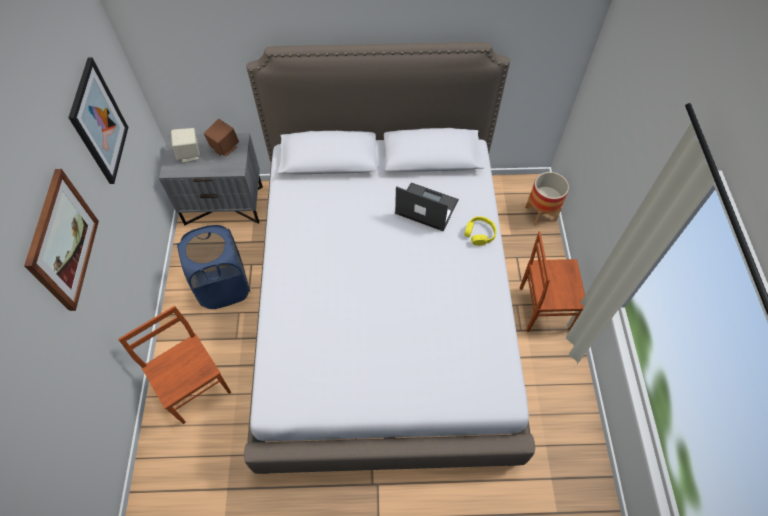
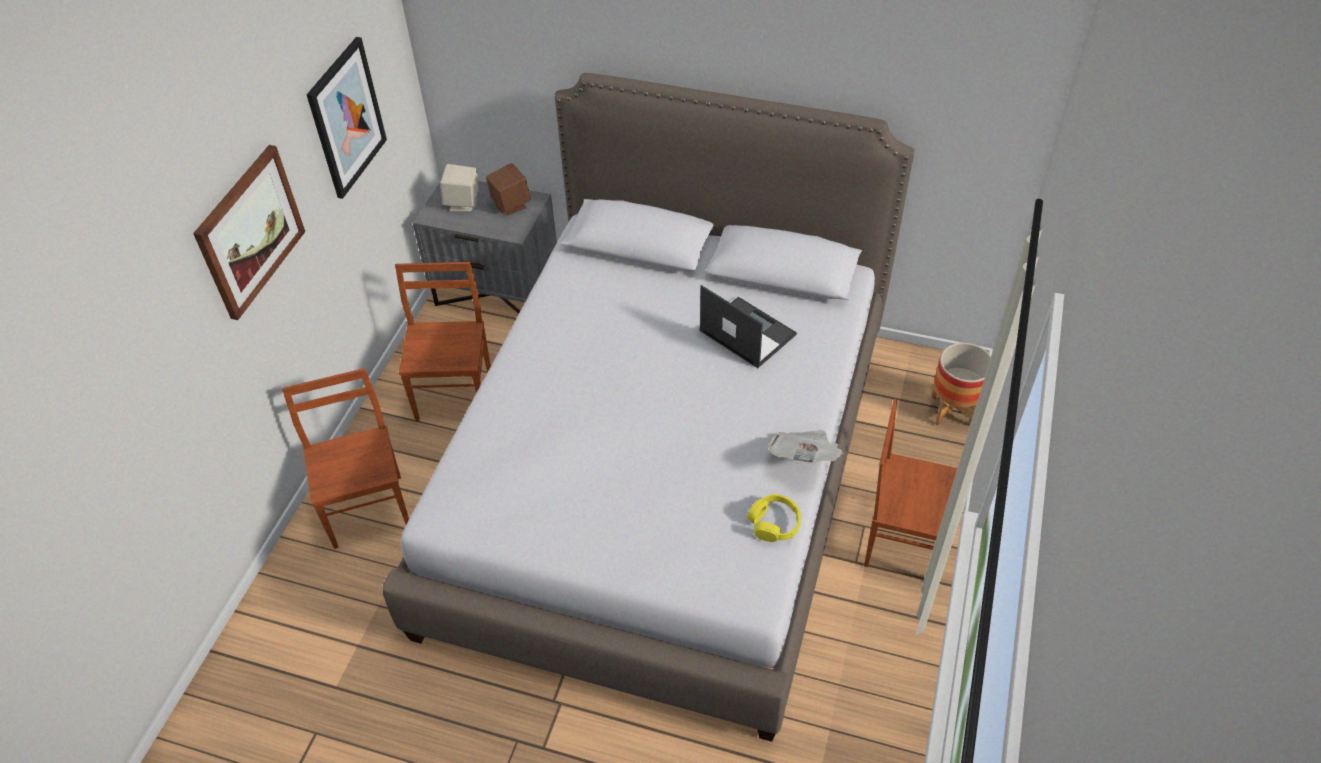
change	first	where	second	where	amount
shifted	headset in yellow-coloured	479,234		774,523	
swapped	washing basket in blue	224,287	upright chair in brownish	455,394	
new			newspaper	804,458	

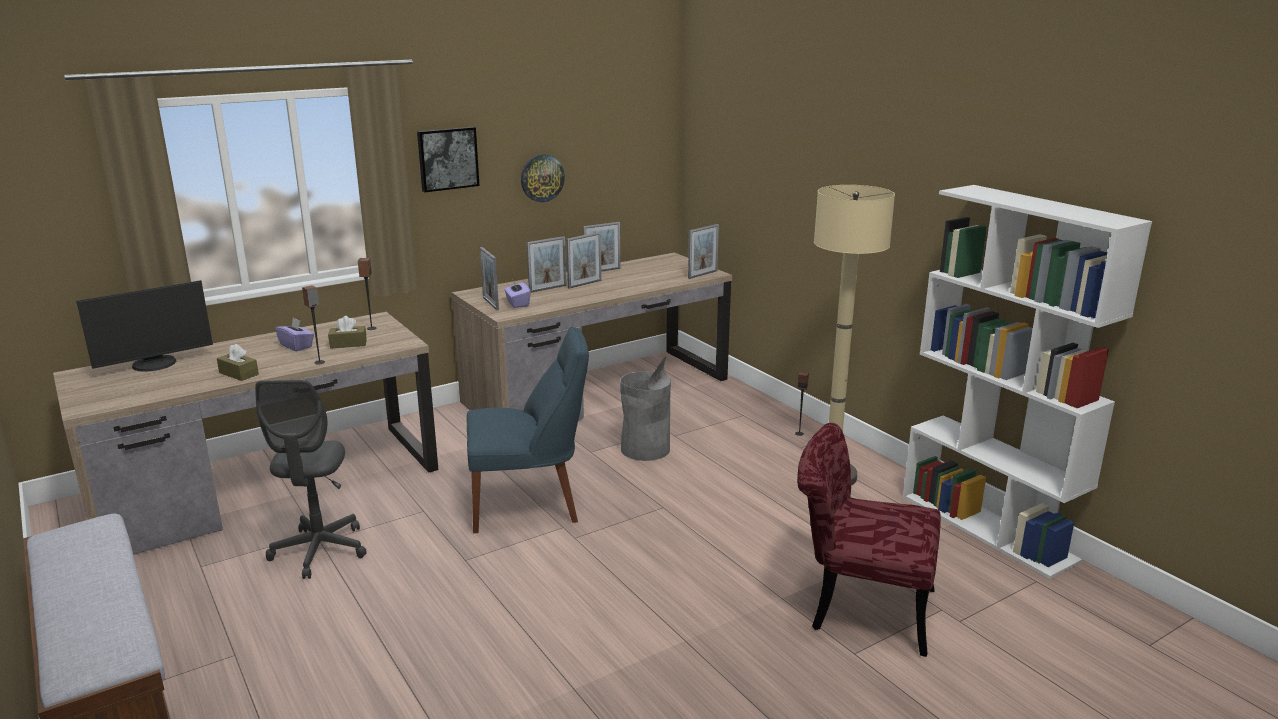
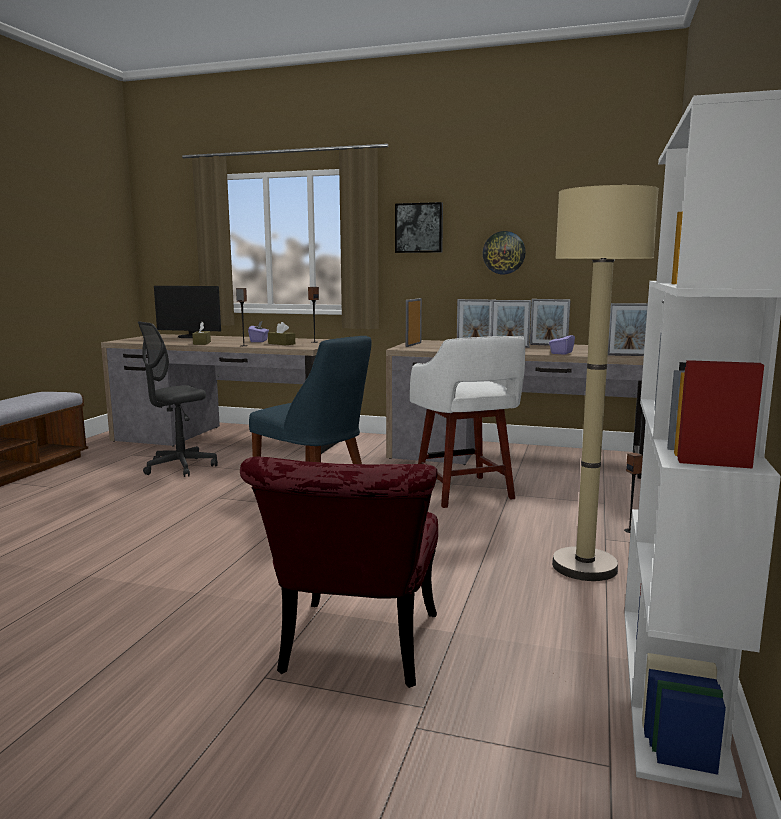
change	first	where	second	where	amount
shifted	tissue holder in purple	517,303		561,353	
swapped	trash can in grey	645,449	stool seat in whitish	465,493	
rotated	upright chair in red	858,607		356,653	150 degrees counterclockwise

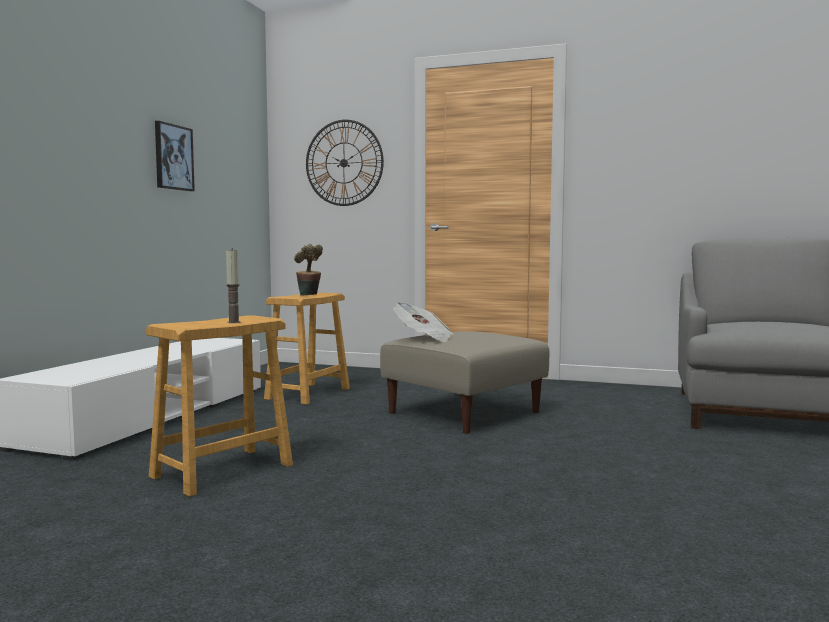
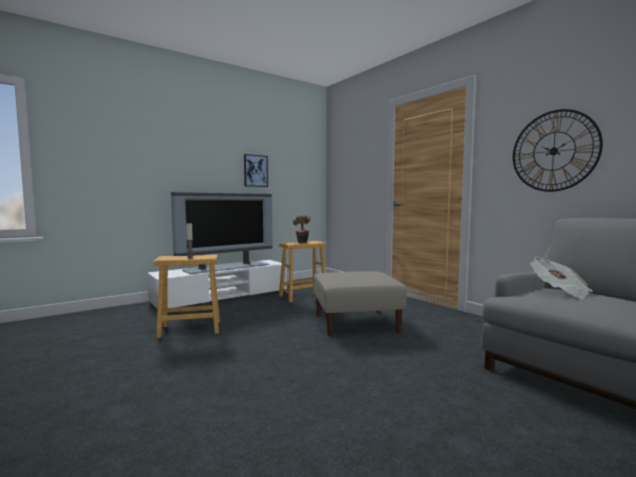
change	first	where	second	where	amount
shifted	clock on the wall	344,163		553,151	
shifted	newspaper	423,338		559,291	
new			television	226,267	

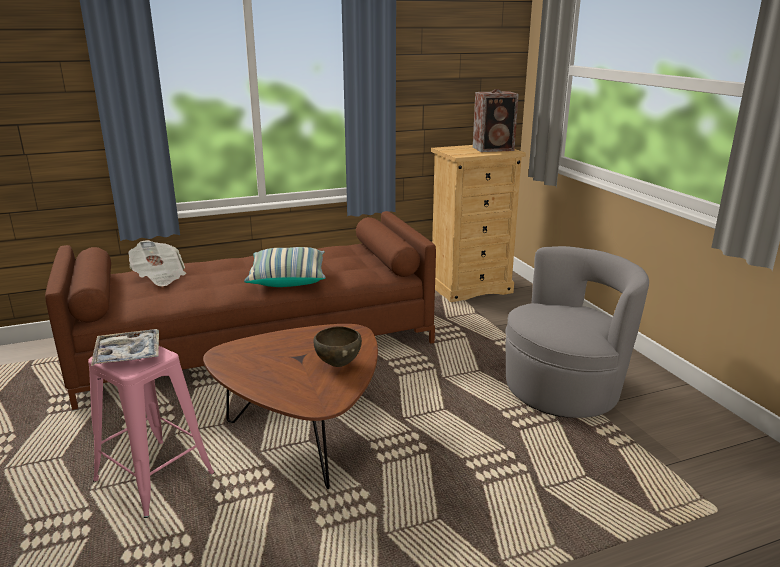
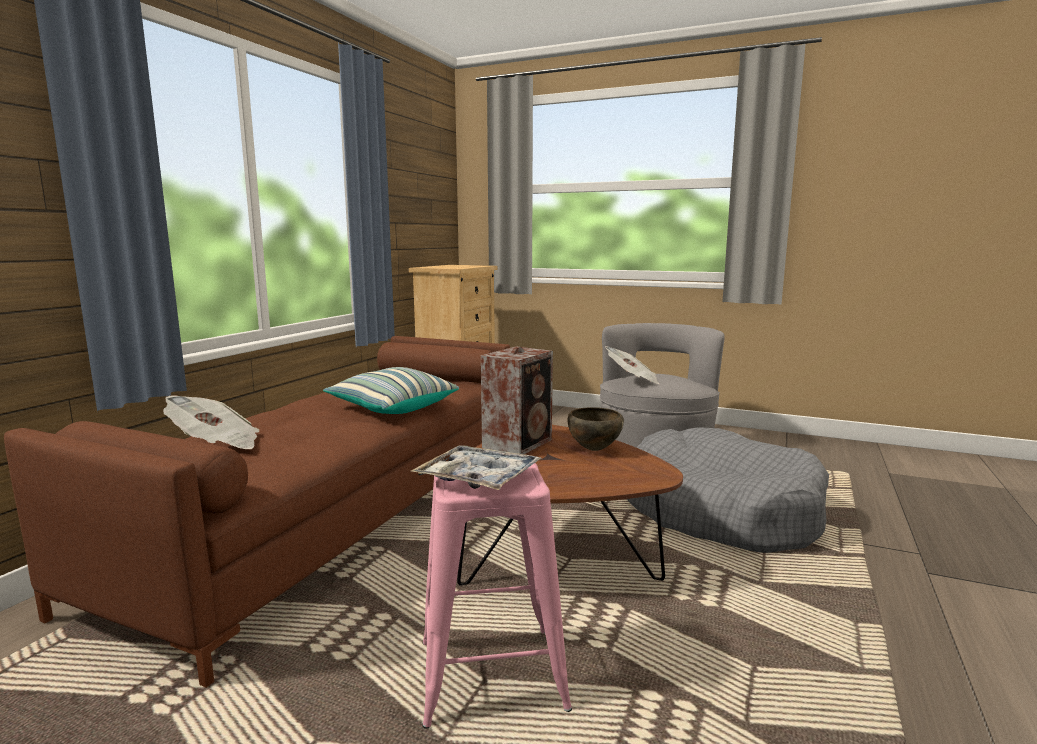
change	first	where	second	where	amount
shifted	audio speaker	494,149		519,443	
new			newspaper	632,380	
new			pet bed in grey	720,511	

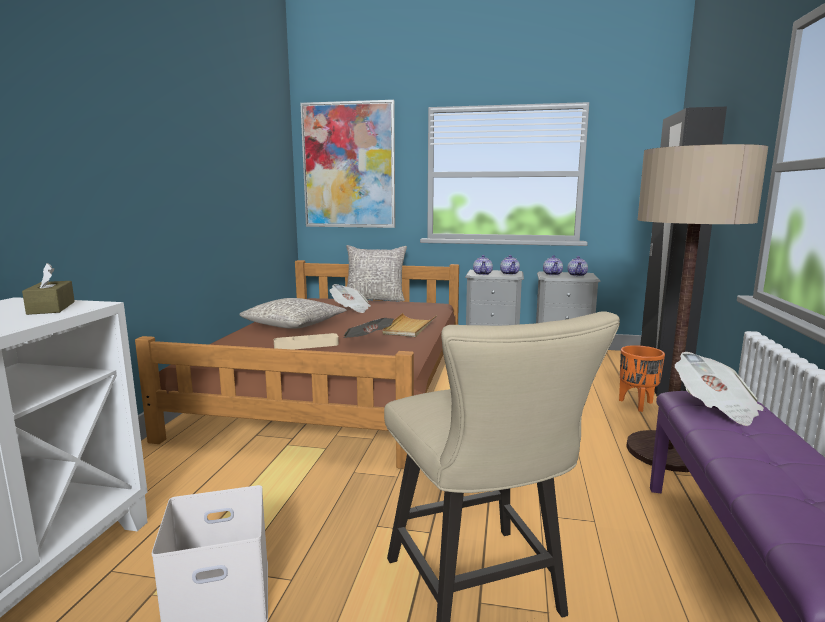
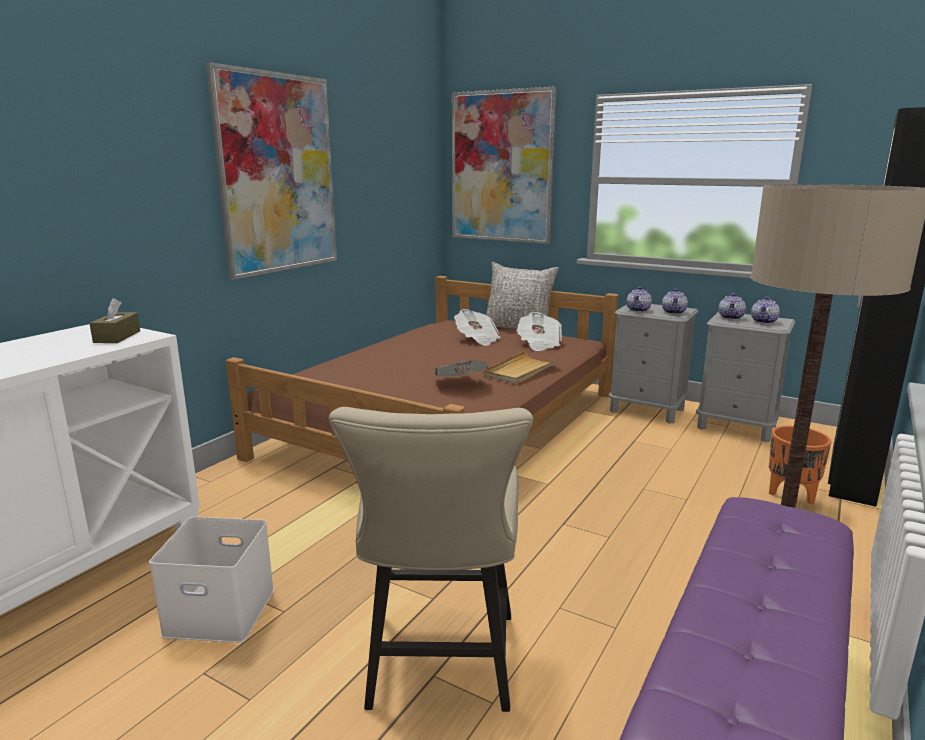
change	first	where	second	where	amount
gone	pillow in grey	294,325			
gone	carrying tray in sand-coloured	306,345			
shifted	newspaper	715,408		539,344	
new			wall picture	278,174	

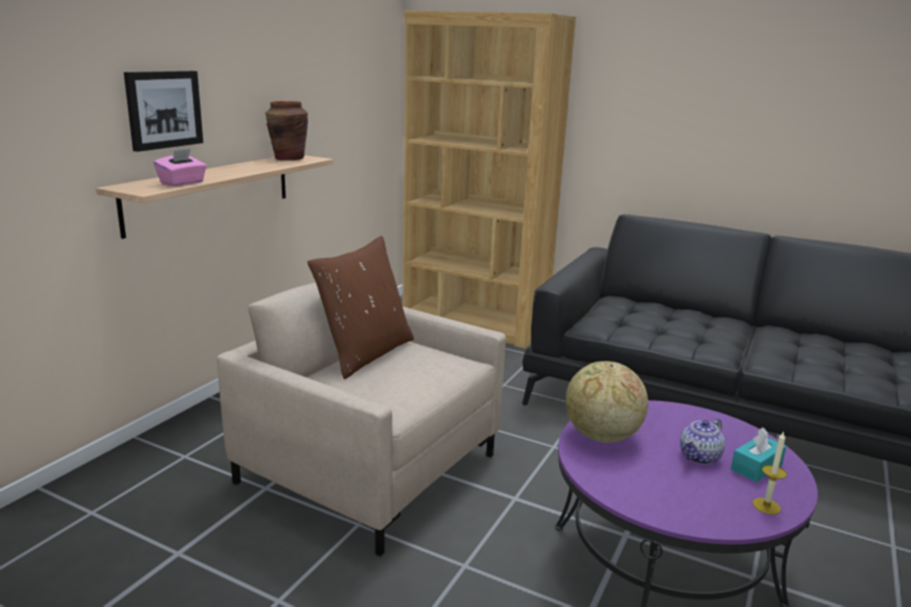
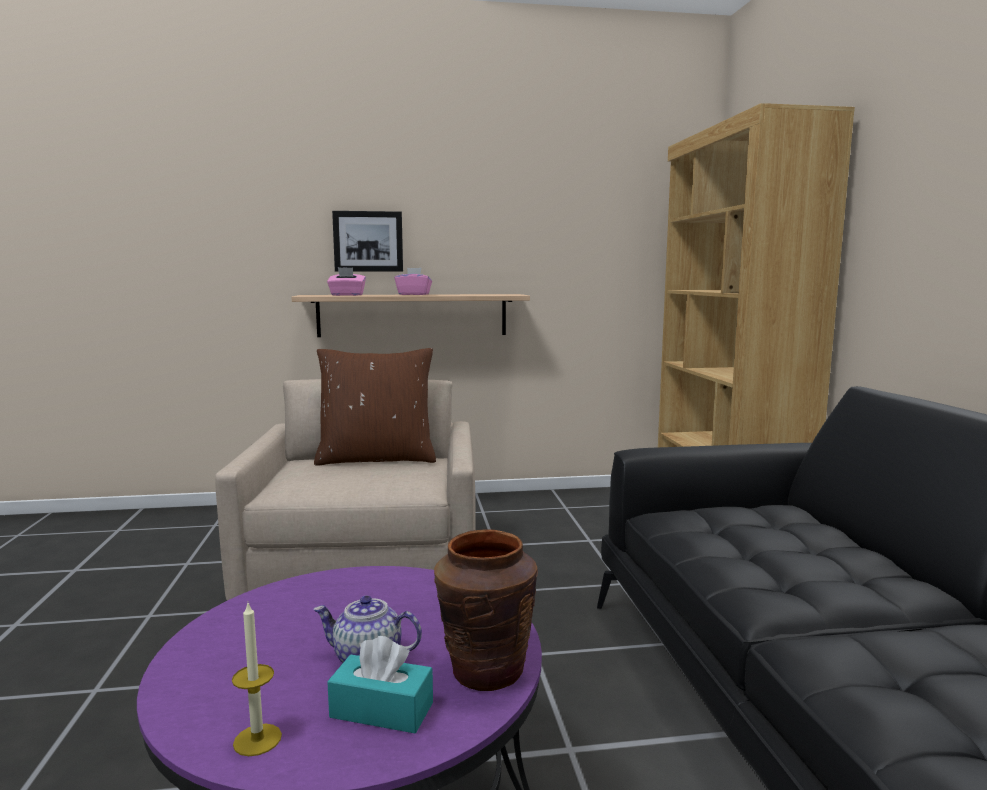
change	first	where	second	where	amount
shifted	flower vase in brownish	289,158		486,671	
gone	globe	601,436			
new			tissue holder in pink	414,294	

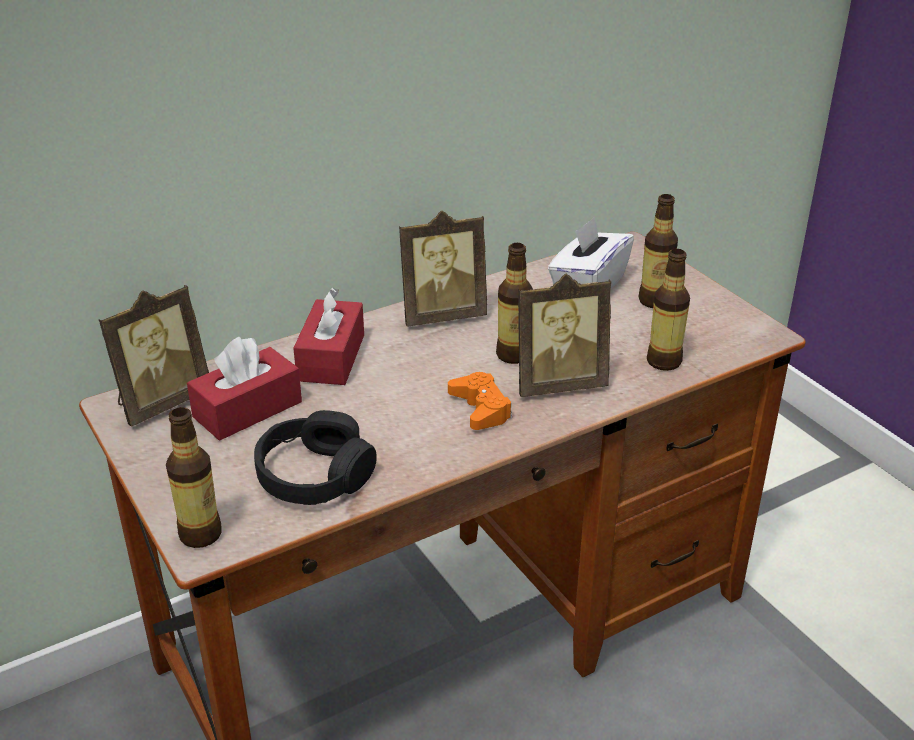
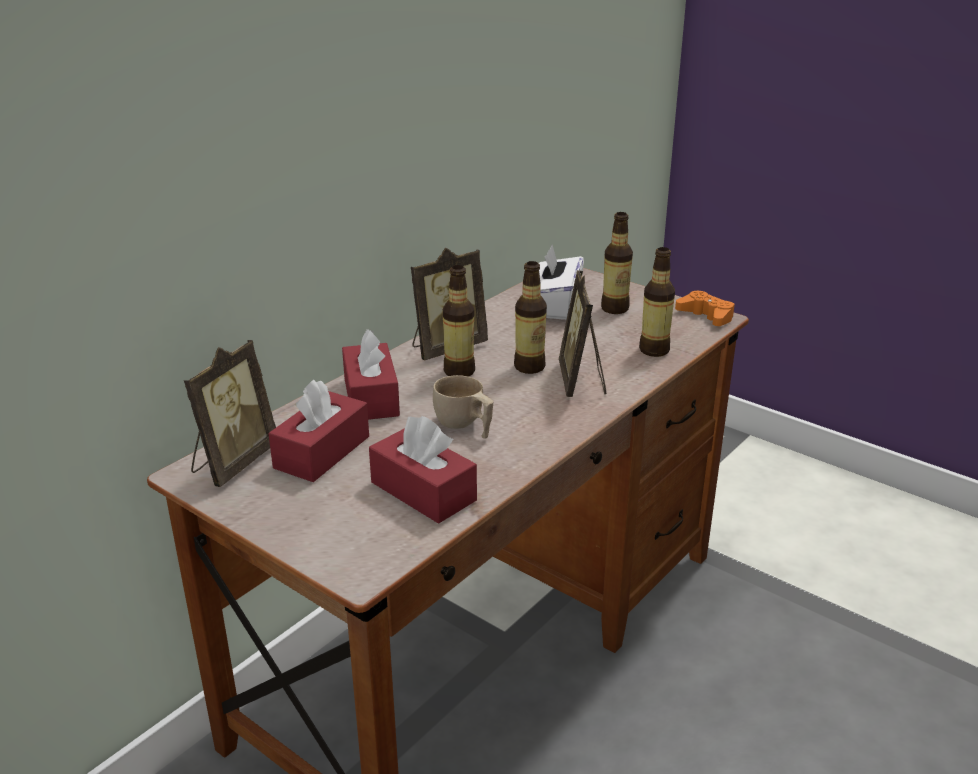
change	first	where	second	where	amount
rotated	photo frame	558,383		582,381	120 degrees clockwise
shifted	joypad in orangey	480,408		706,315	
shifted	bottle	200,534		459,371	
swapped	headset in black	315,475	tissue holder in red	423,491	
new			small cup in sand-coloured	464,426	

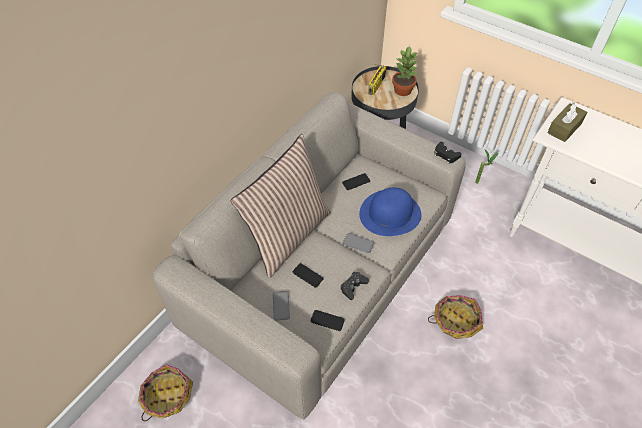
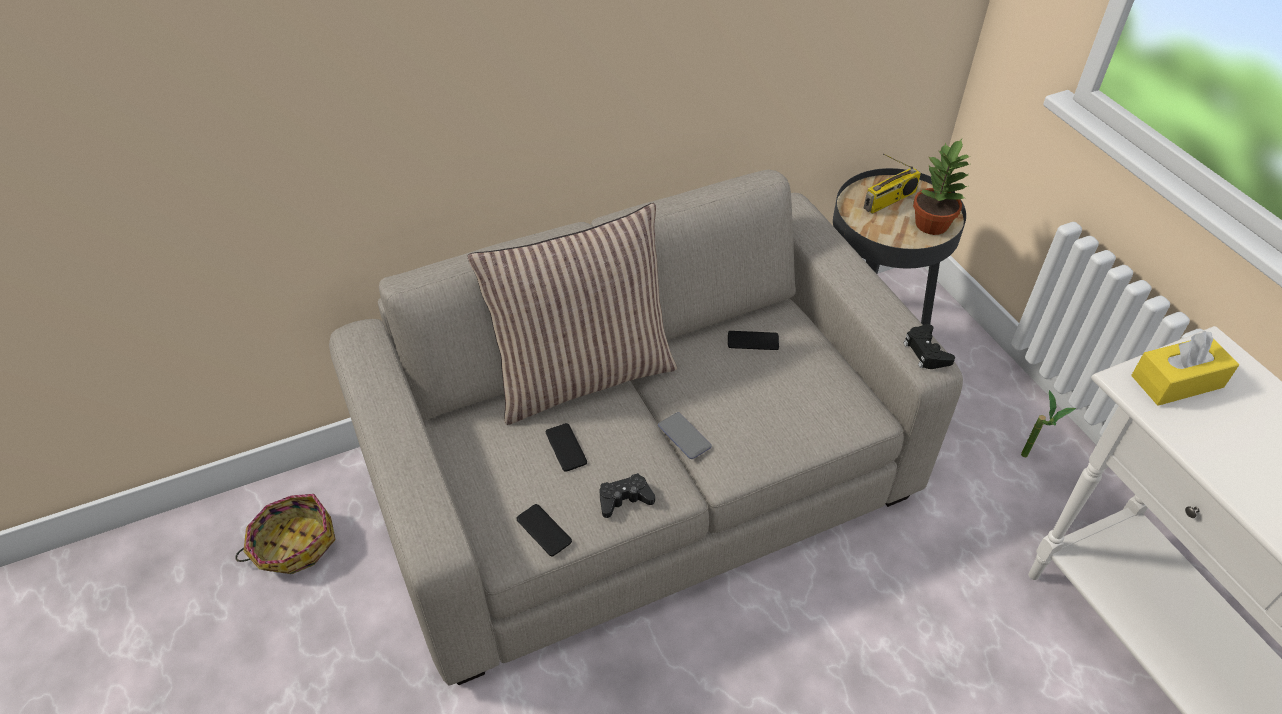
change	first	where	second	where	amount
repainted	tissue holder in brownish	564,128	tissue holder in yellow-coloured	1177,381	
gone	wearable hat in blue	390,214			
gone	phone	281,306			
gone	storage basket	455,321			

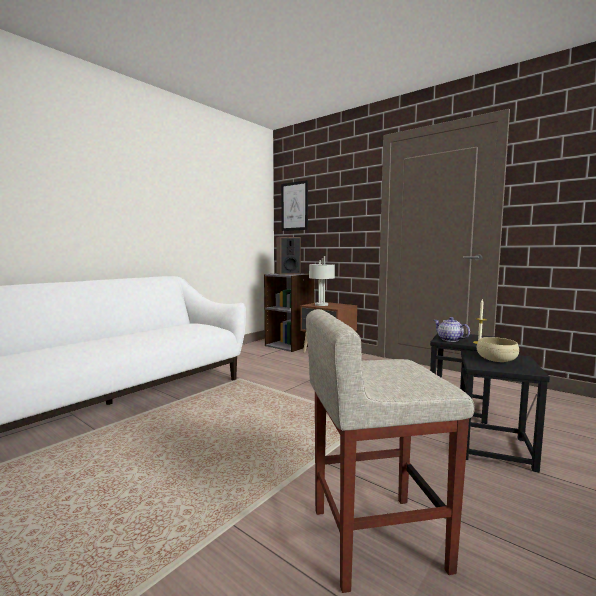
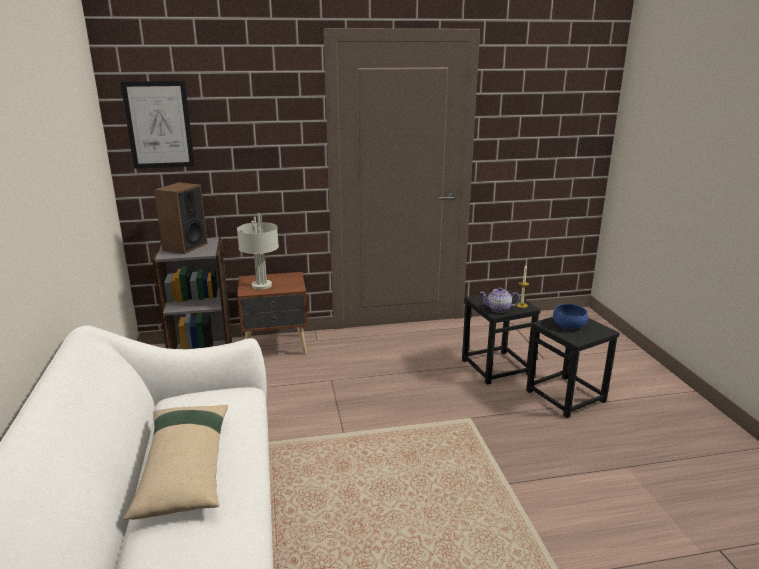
change	first	where	second	where	amount
gone	stool seat in sand-coloured	375,539			
repainted	bowl in sand-coloured	496,359	bowl in blue	569,325	
new			pillow in sand-coloured	185,468	

